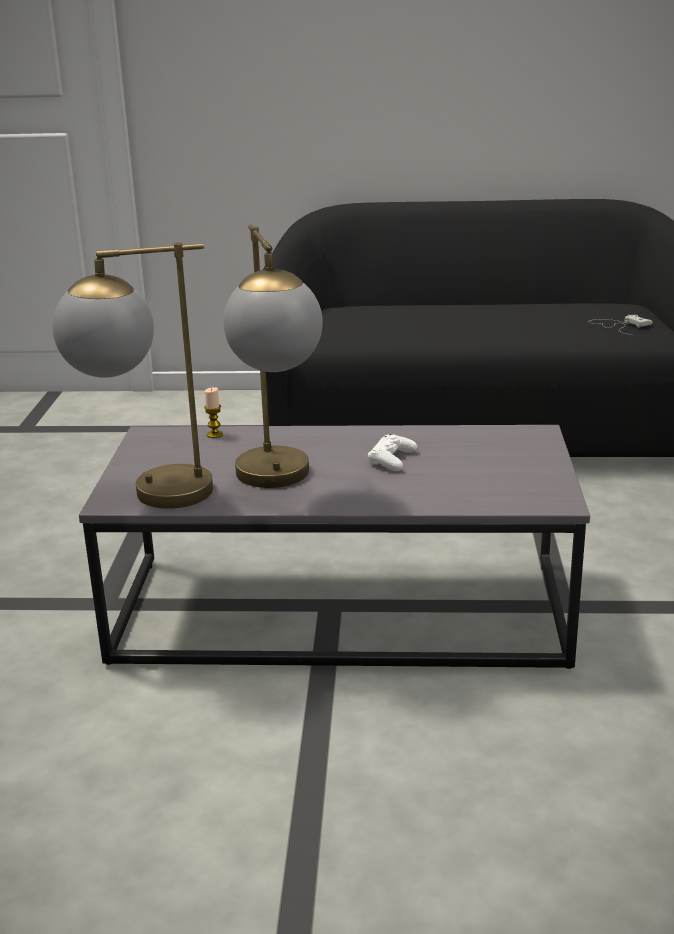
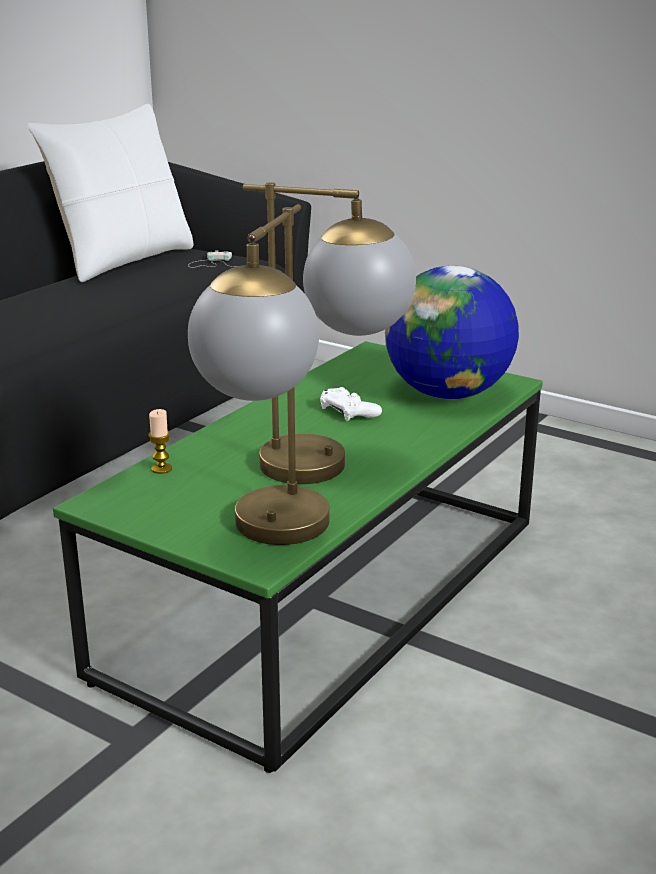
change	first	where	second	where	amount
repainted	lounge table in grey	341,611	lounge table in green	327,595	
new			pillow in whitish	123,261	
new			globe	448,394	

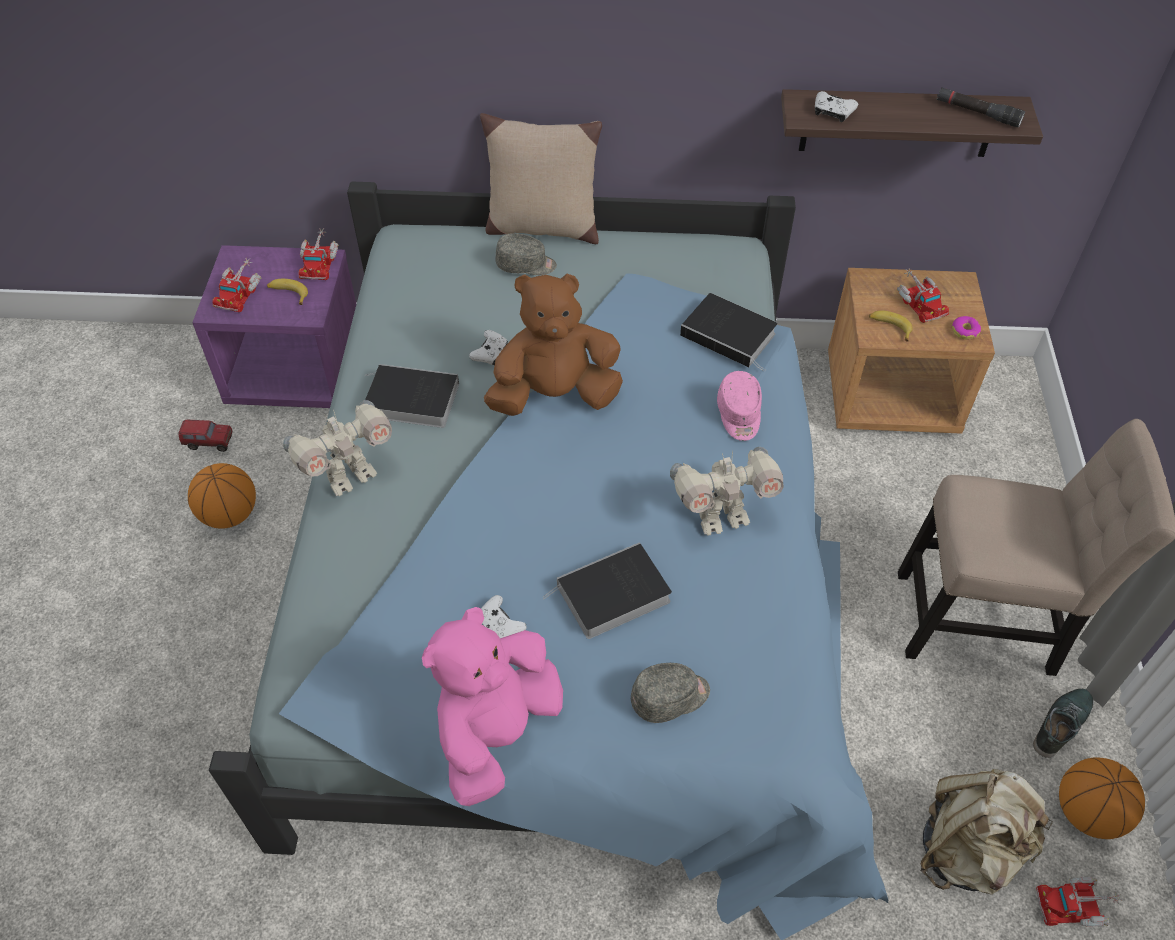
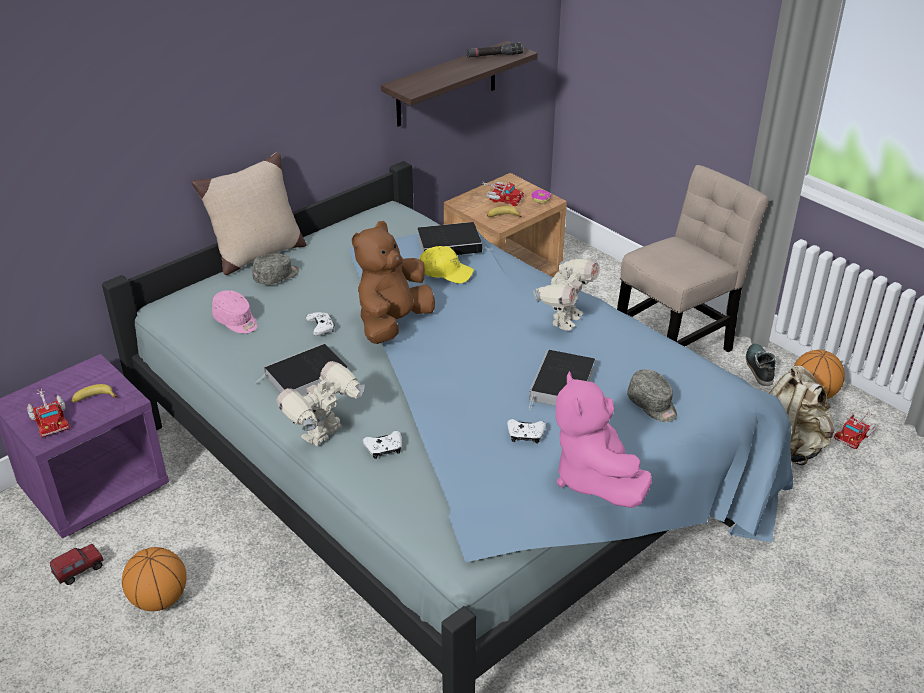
change	first	where	second	where	amount
shifted	joypad in whitish	832,112		384,449	
gone	toy truck	319,262			
shifted	cap in pink	739,414		236,321	
rotated	toy robot	349,476		324,435	150 degrees counterclockwise
rotated	cap in grey	670,697		652,405	120 degrees clockwise
new			cap in yellow-coloured	445,272	

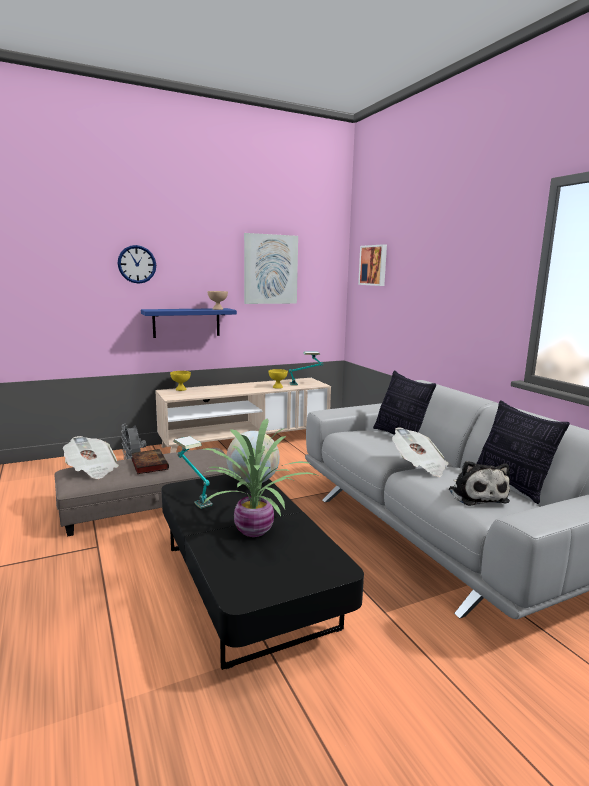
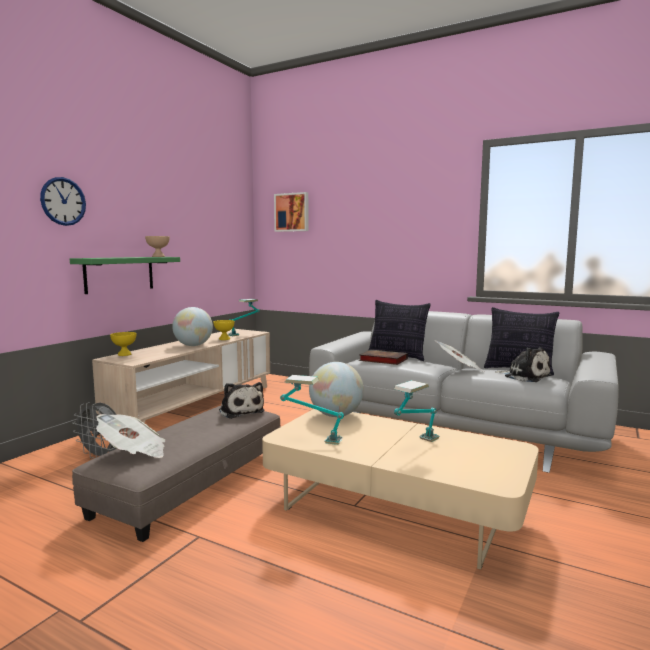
change	first	where	second	where	amount
gone	wall picture	270,269			
repainted	wall shelf in blue	186,322	wall shelf in green	119,274	
swapped	houseplant	256,531	tabletop lamp	416,444	
shifted	book	148,464		382,360	
repainted	lounge table in black	247,585	lounge table in sand-coloured	395,509	
new			globe	193,345	
new			cuddly toy	240,411	

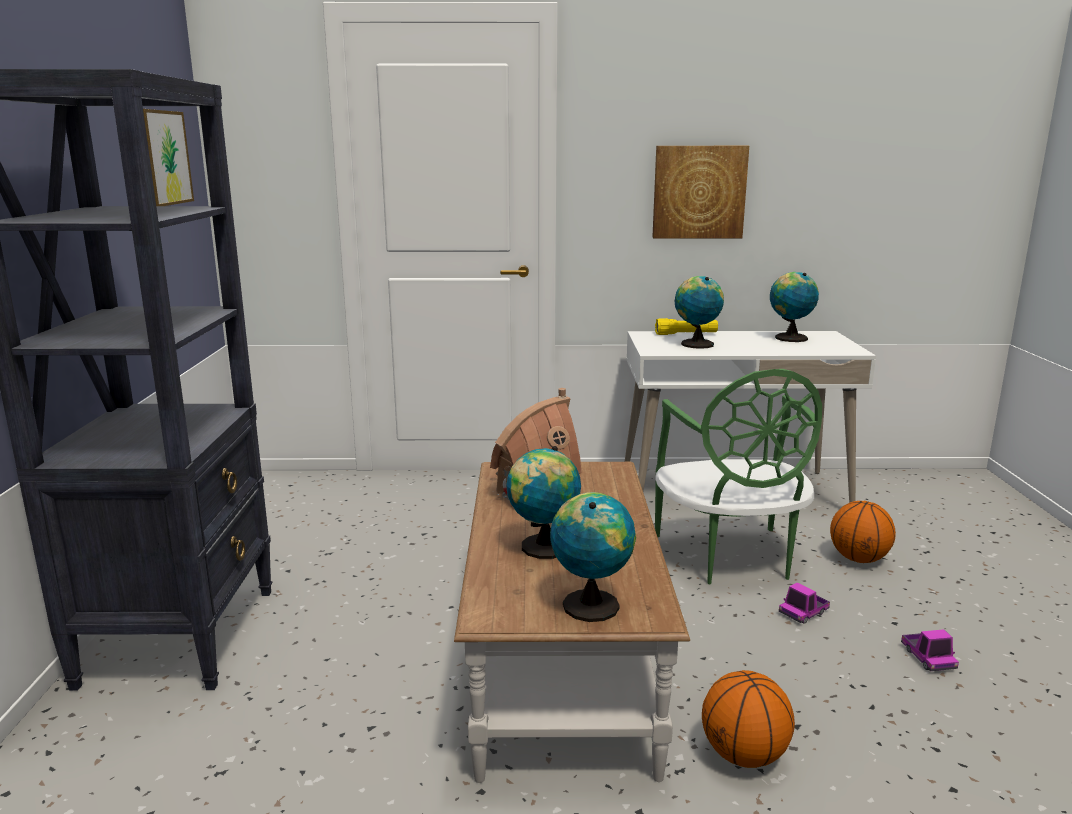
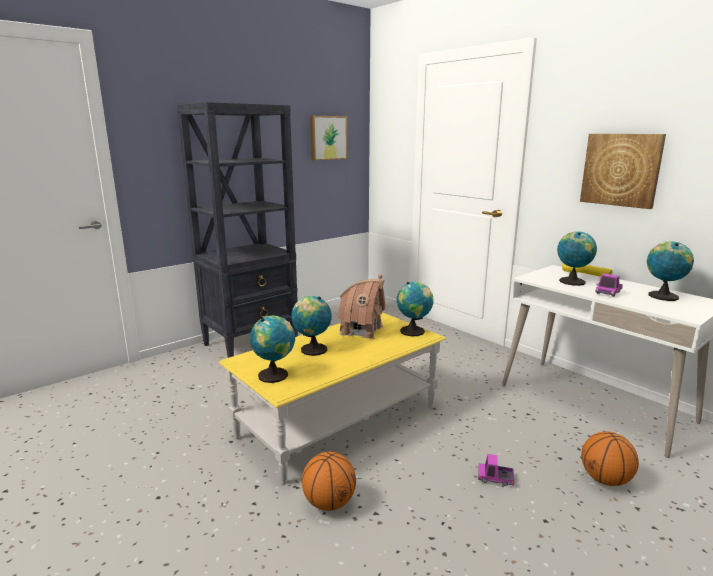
change	first	where	second	where	amount
gone	upright chair in green	730,556			
repainted	lounge table in brownish	561,659	lounge table in yellow-coloured	339,421	
shifted	toy truck	928,658		608,292	
new			globe	414,331	

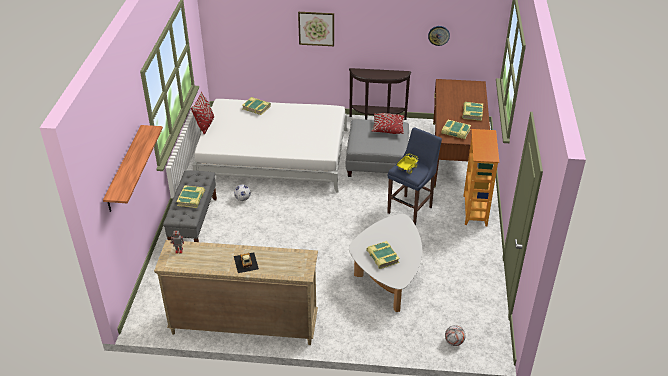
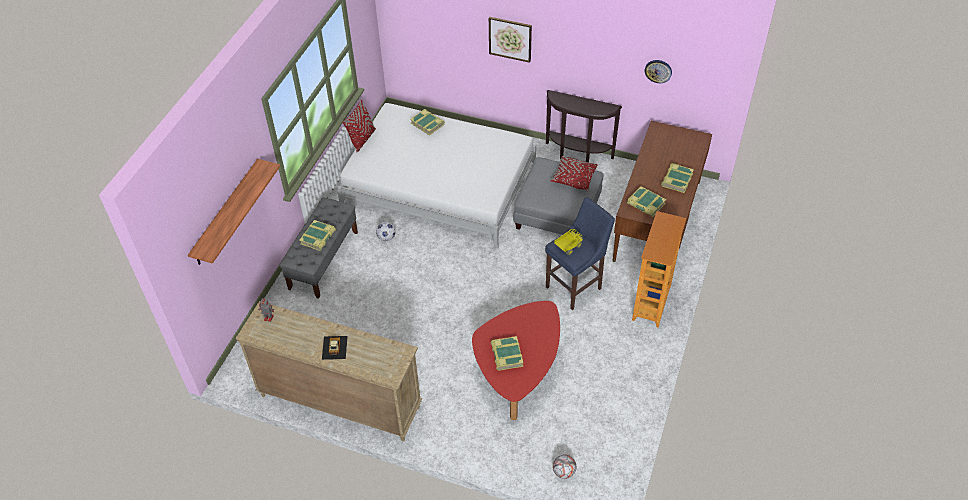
change	first	where	second	where	amount
repainted	lounge table in whitish	388,275	lounge table in red	518,370	

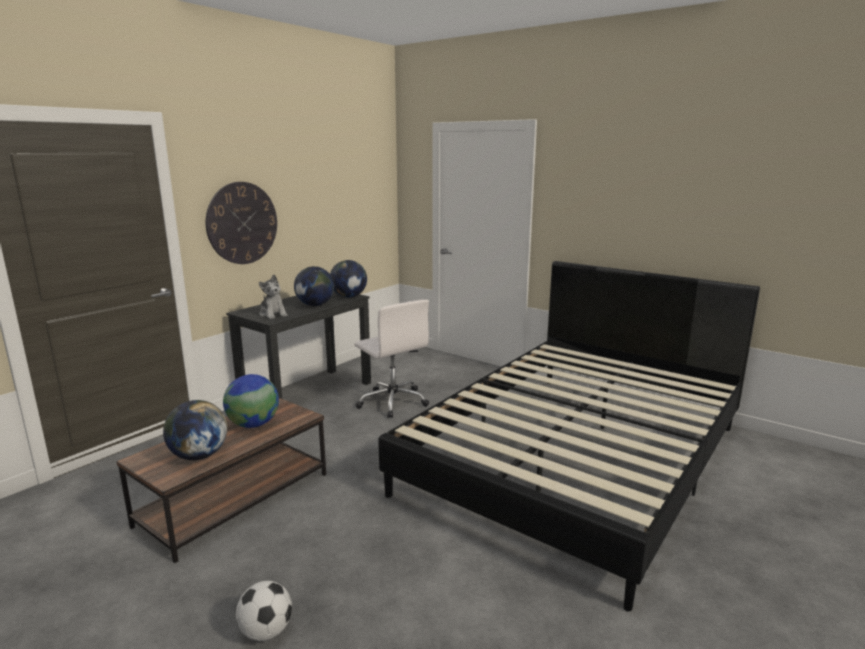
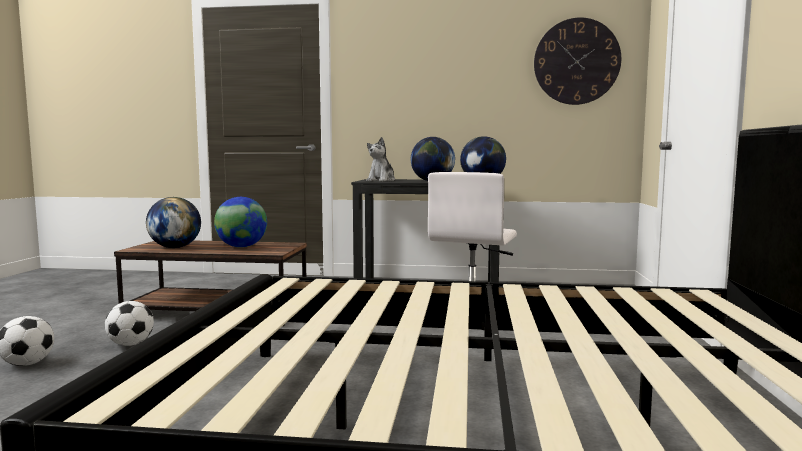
change	first	where	second	where	amount
shifted	clock on the wall	242,223		576,61	
new			football	131,344	

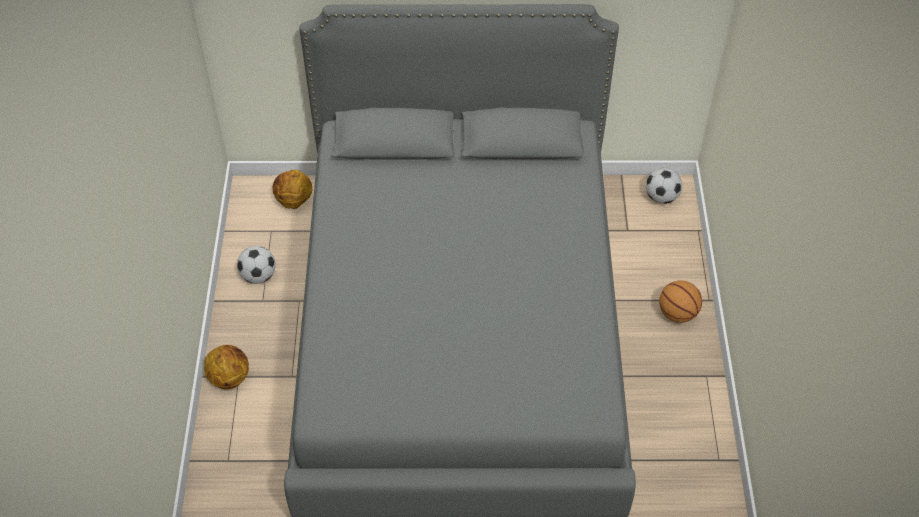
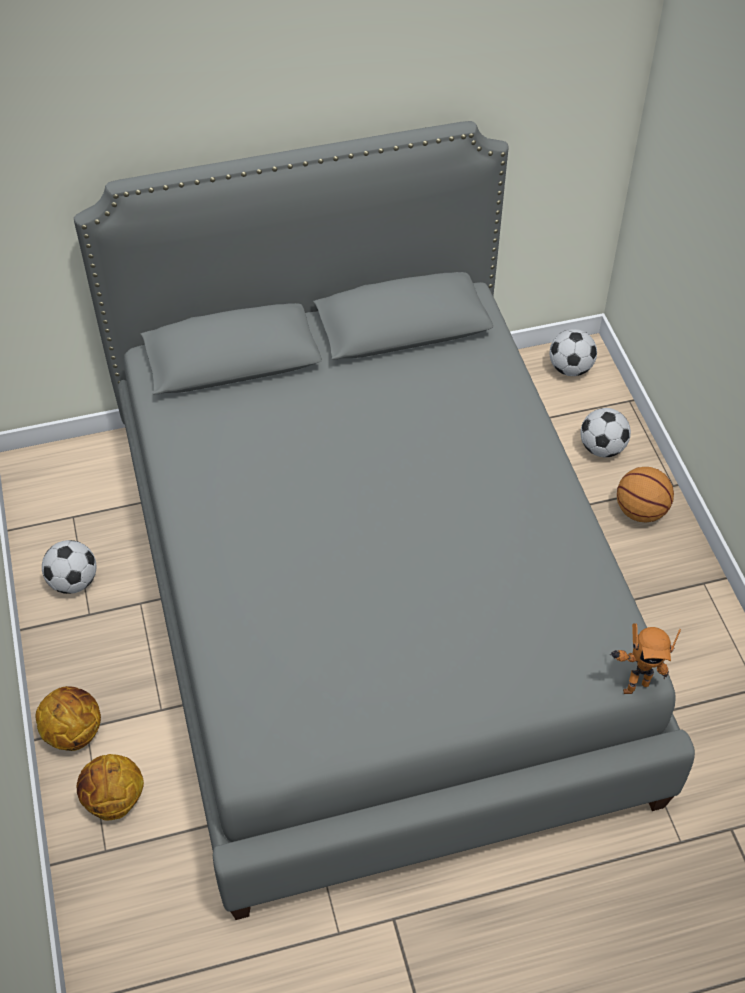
change	first	where	second	where	amount
shifted	basketball ball	294,201		114,800	
new			football	602,448	
new			toy robot	633,684	

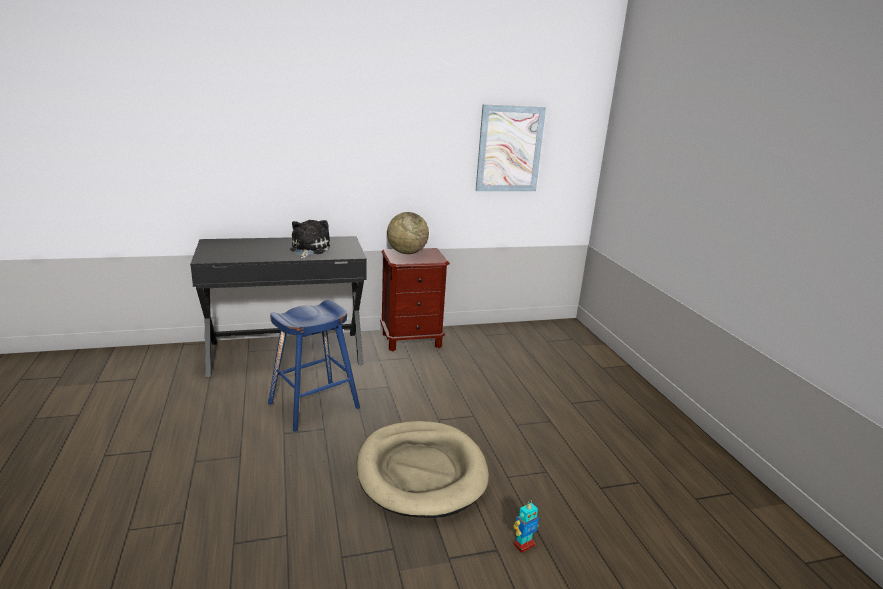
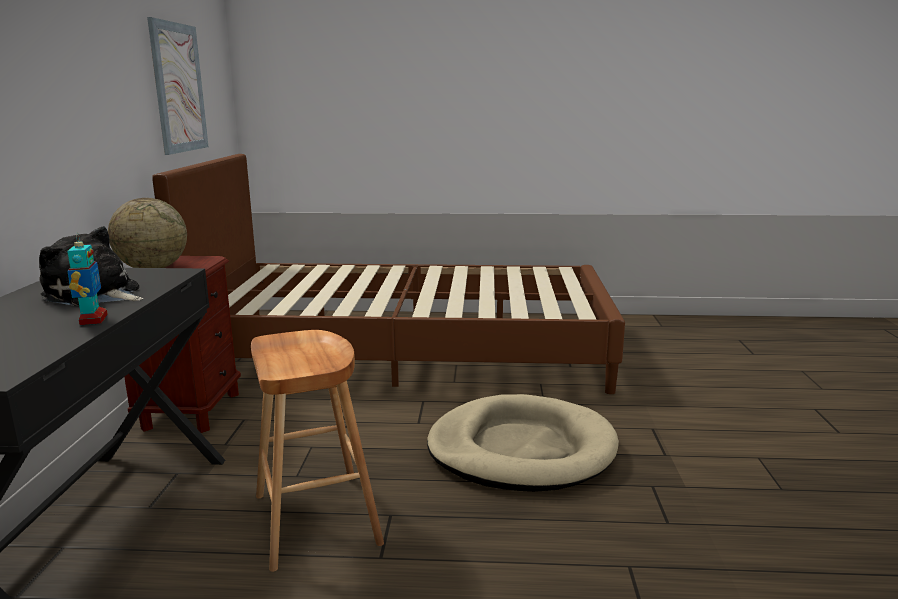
change	first	where	second	where	amount
repainted	stool seat in blue	314,405	stool seat in brownish	316,519	
shifted	toy robot	523,544		92,320	
new			sleeping bed in brownish	407,352	

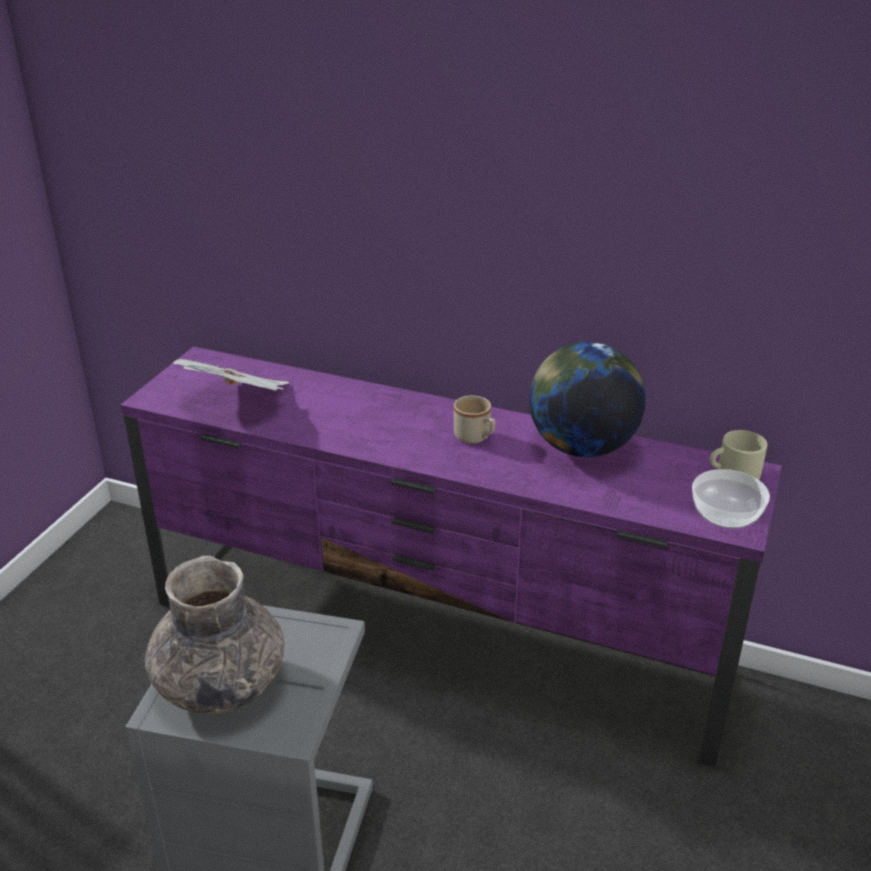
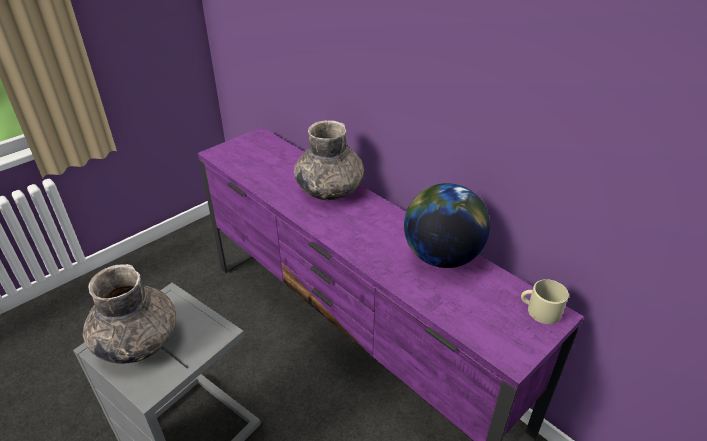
change	first	where	second	where	amount
gone	newspaper	238,400			
gone	tea mug in sand-coloured	475,438			
gone	bowl	726,515			
new			flower vase in grey	329,189	

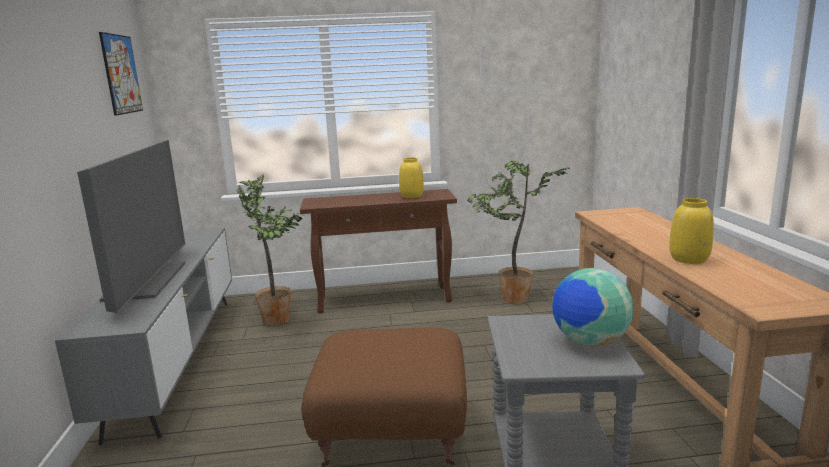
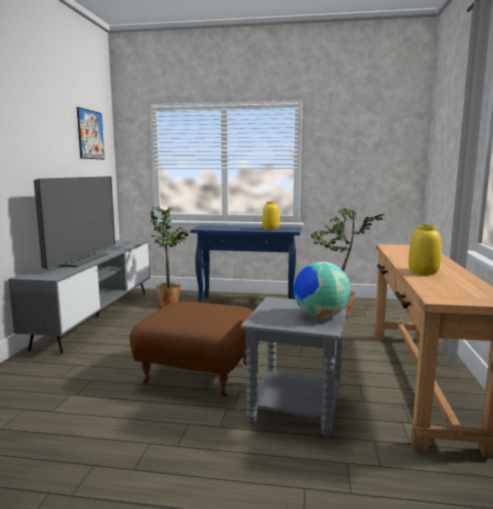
change	first	where	second	where	amount
repainted	narrow table in brownish	385,299	narrow table in blue	247,302	

